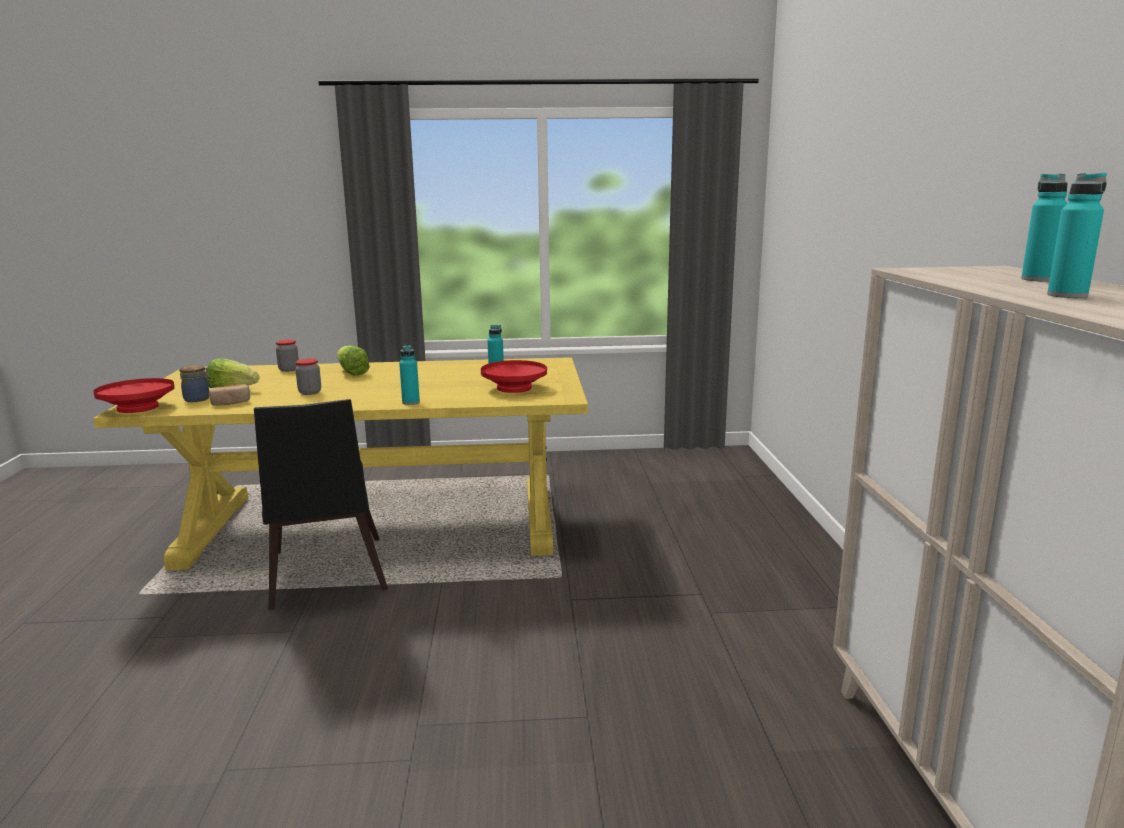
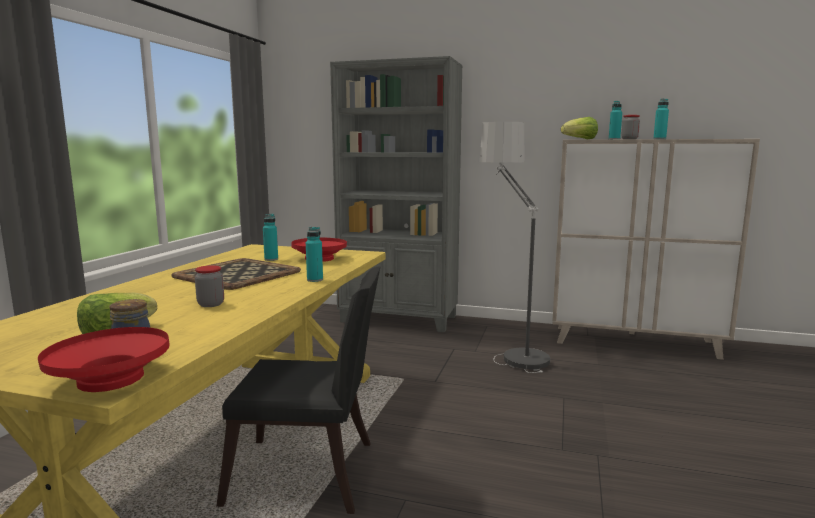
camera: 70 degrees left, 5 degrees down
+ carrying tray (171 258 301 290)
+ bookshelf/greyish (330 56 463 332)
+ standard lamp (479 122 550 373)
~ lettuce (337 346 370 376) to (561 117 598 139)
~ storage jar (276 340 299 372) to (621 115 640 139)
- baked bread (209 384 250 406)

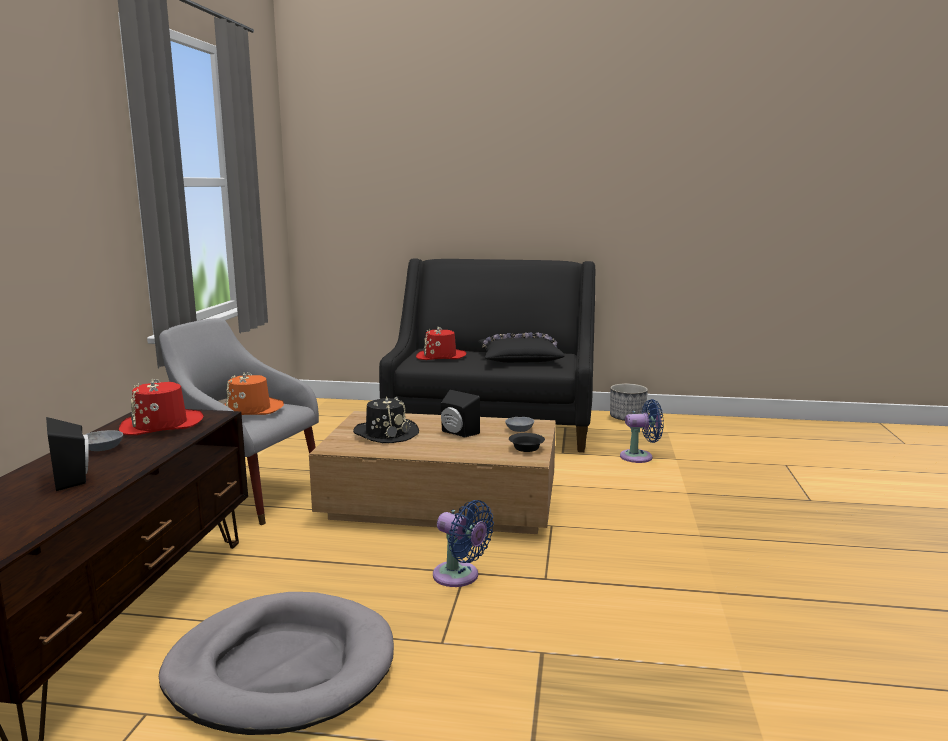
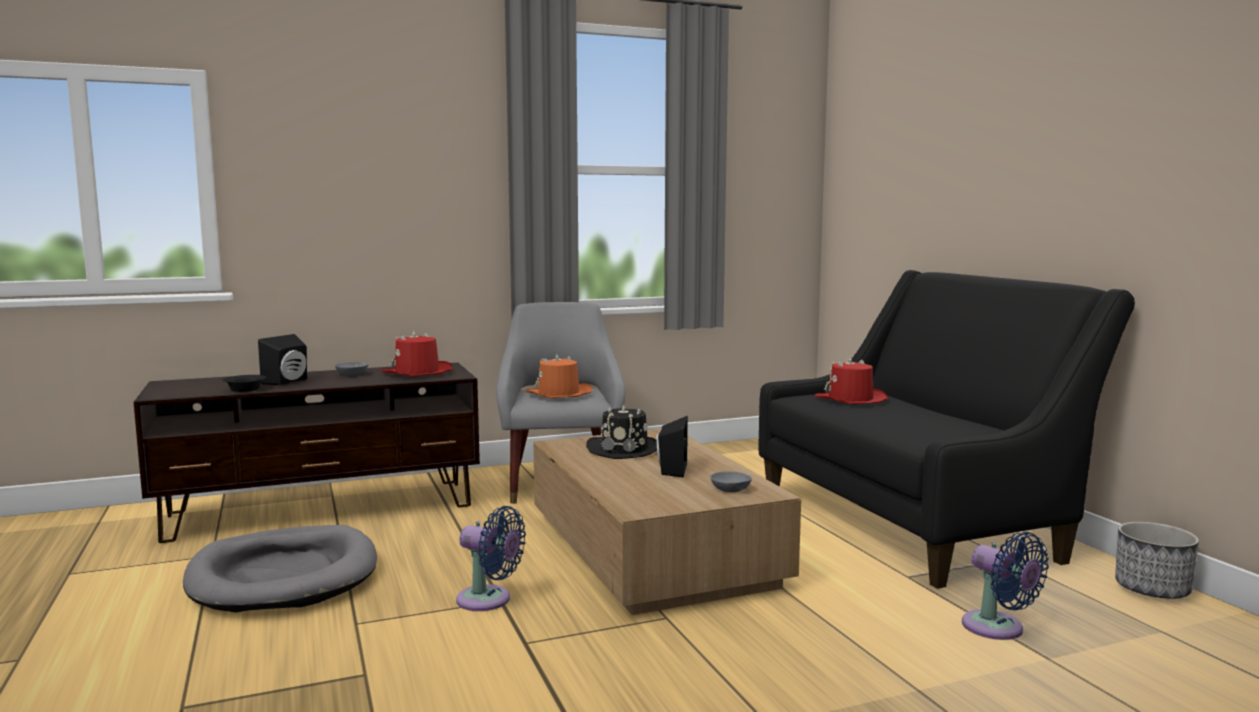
camera: 60 degrees right, 5 degrees down
~ bowl/blackish (509 433 545 452) to (222 375 266 392)
~ cooling fan/blue-coloured (433 500 494 587) = (456 506 526 611) 75 degrees counterclockwise
- throw pillow/blackish (478 333 565 363)

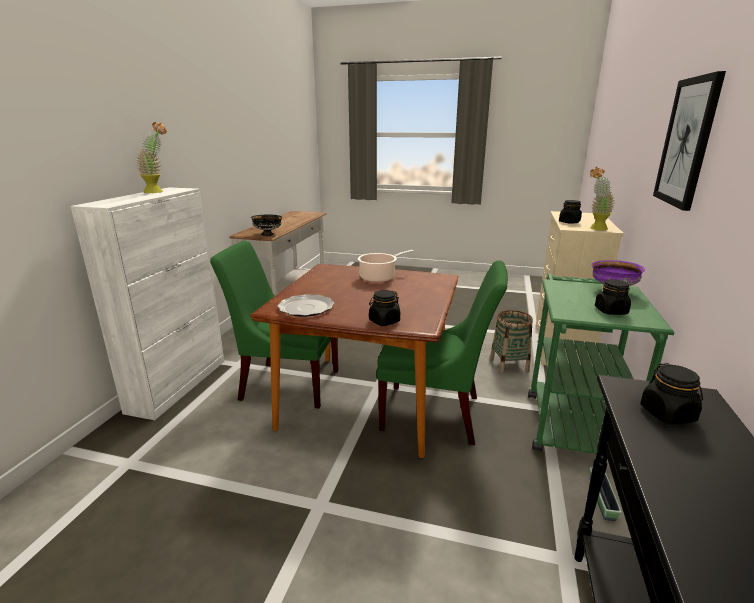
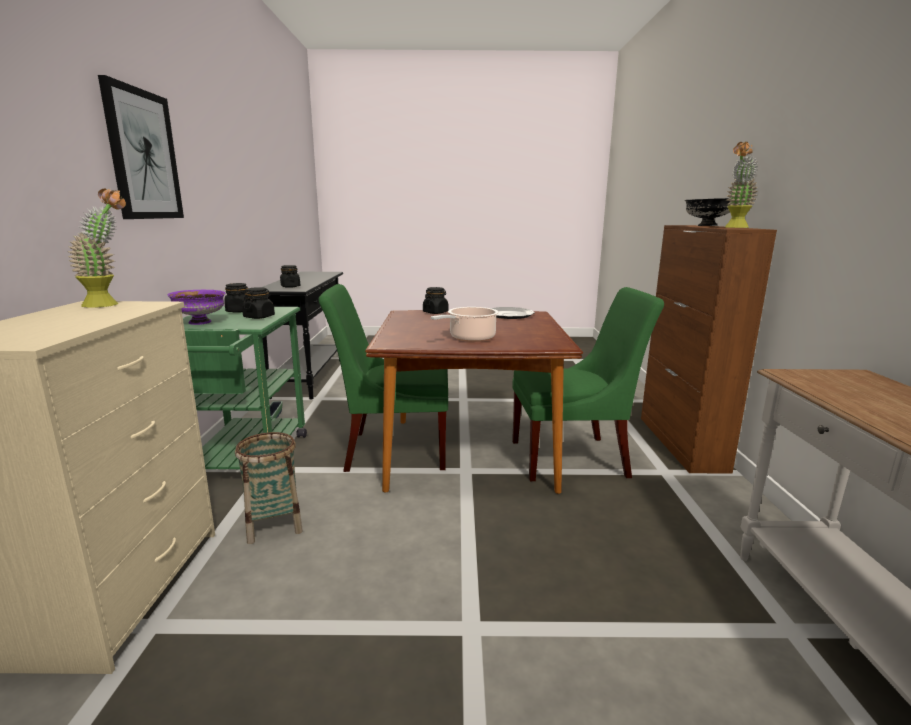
camera: 165 degrees right, 5 degrees down
~ storage jar/blackish (559 200 582 224) to (242 287 275 319)
~ storage cabinet/white (70 187 225 420) to storage cabinet/brownish (641 225 777 474)
~ bowl/blackish (251 214 282 236) to (685 198 730 226)

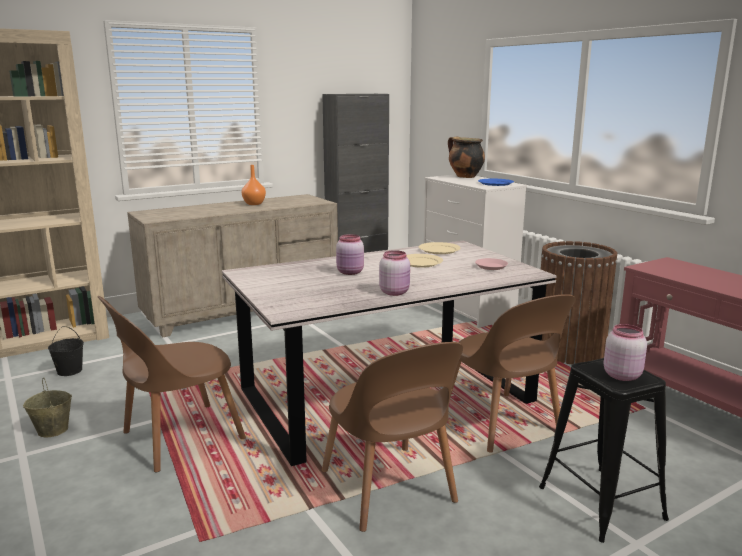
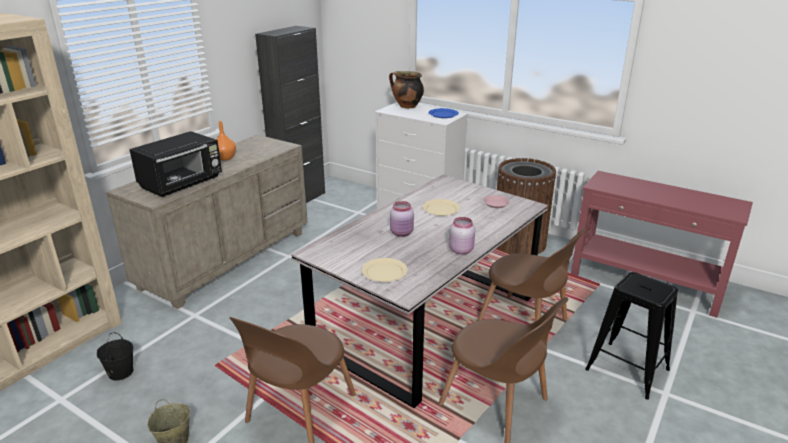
camera: 25 degrees left, 10 degrees up
+ microwave/blackish (129 131 222 197)
~ dinner plate/beige (419 242 461 254) to (362 258 408 282)
- storage jar/pink-coloured (604 324 647 381)

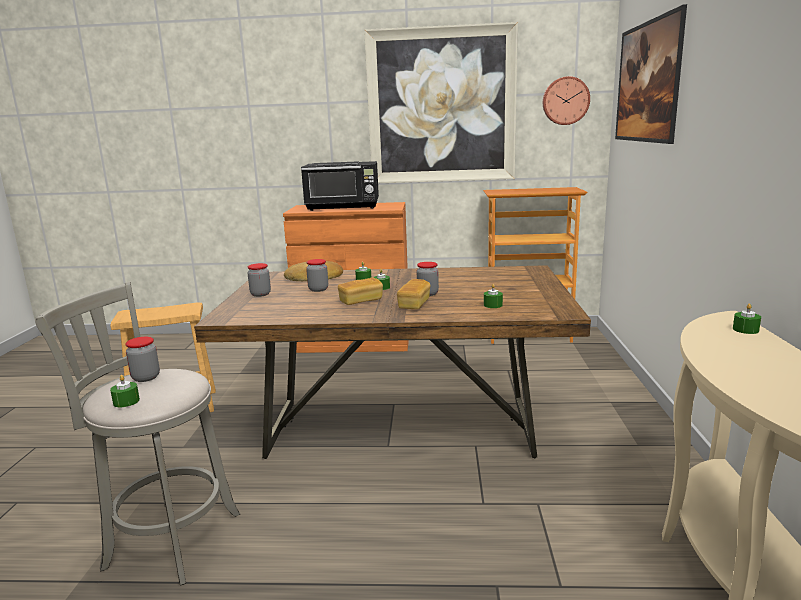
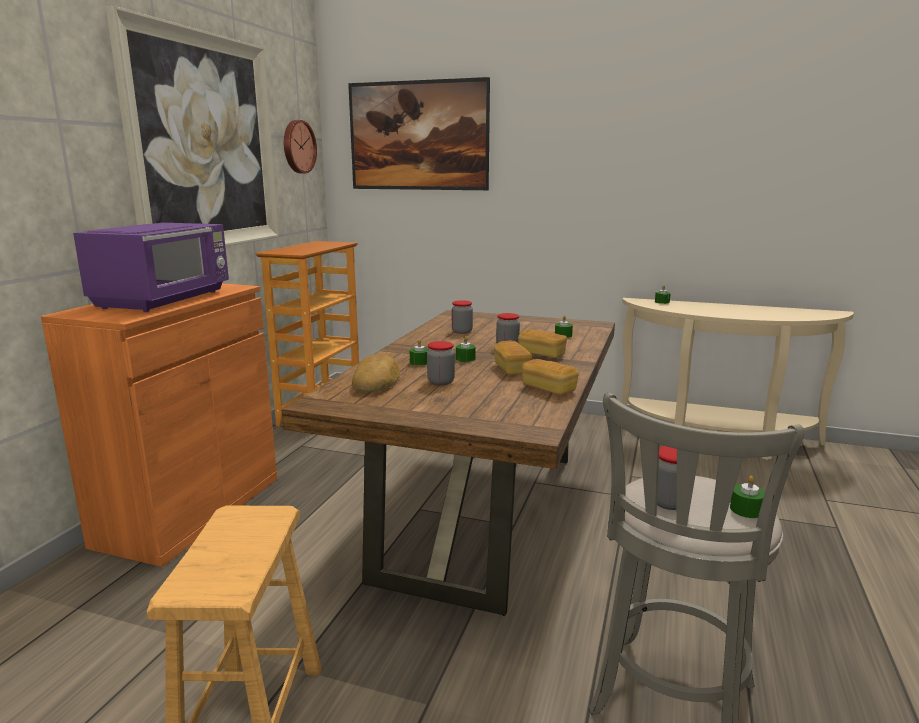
camera: 75 degrees left, 0 degrees up
~ microwave/blackish (301 161 379 211) to microwave/purple-coloured (73 223 229 312)
~ storage jar (247 263 271 297) to (452 300 473 334)
+ baked bread (522 359 579 395)

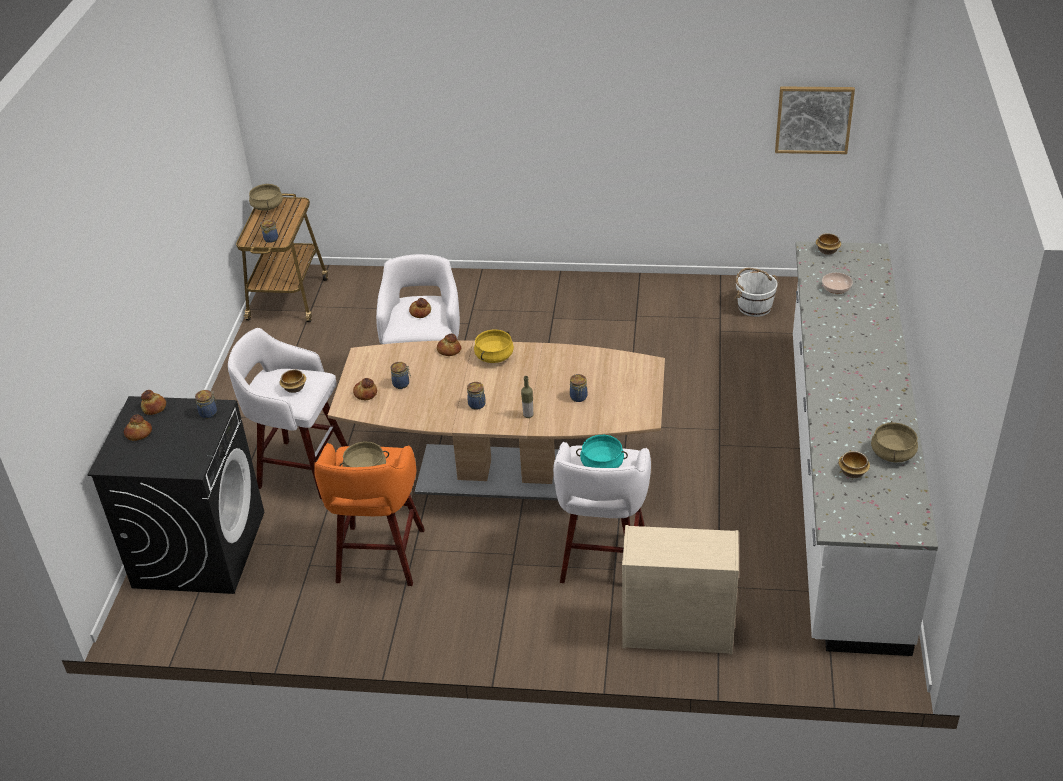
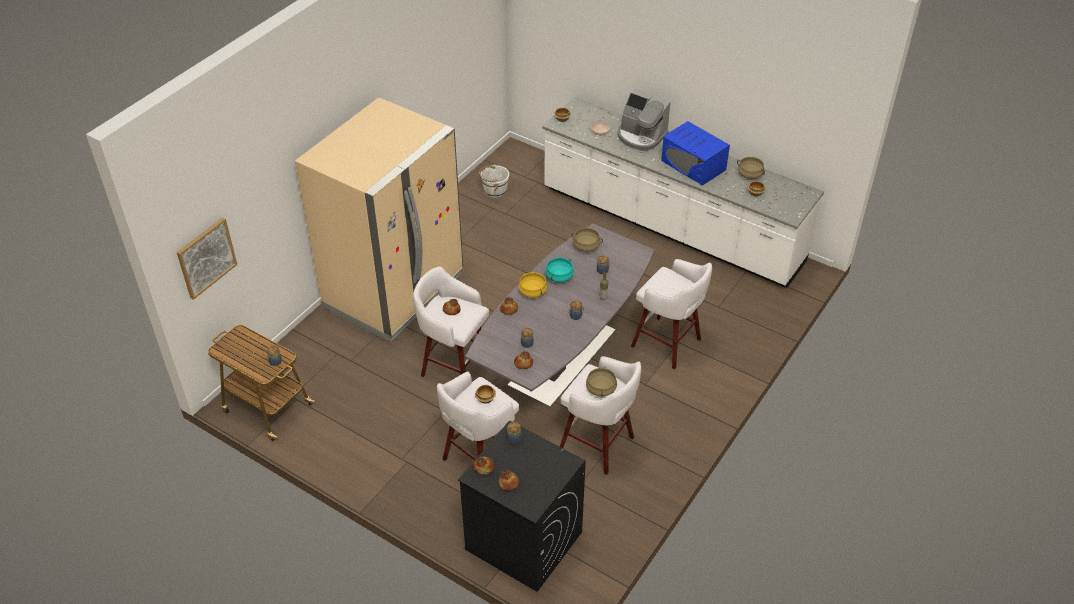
camera: 65 degrees left, 5 degrees up
~ wall picture (775 86 855 154) to (177 218 237 300)
+ fridge/beige (295 97 463 341)
~ dinner table/brownish (328 340 665 501) to dinner table/greyish (465 224 654 408)
~ saucepot/turquoise-coloured (576 435 628 468) to (545 257 574 283)
~ stool seat/orange-coloured (314 443 425 586) to stool seat/white (560 356 641 475)
~ saucepot/beige (249 184 283 211) to (571 228 603 252)
+ coffee maker (618 89 670 151)
+ microwave/blue-coloured (661 121 730 186)
- drawer chest/beige (622 525 739 654)

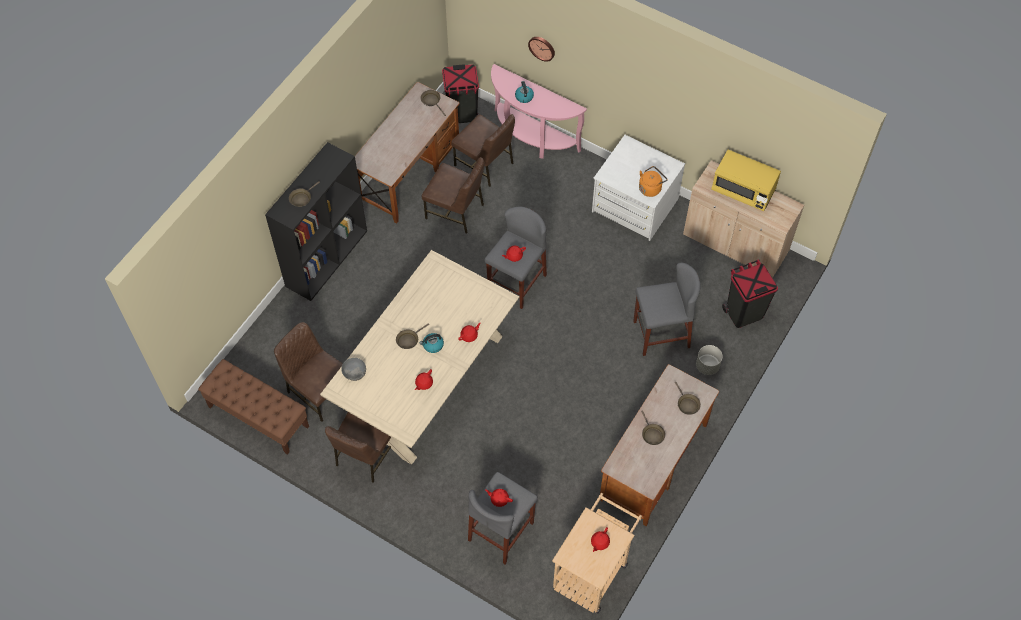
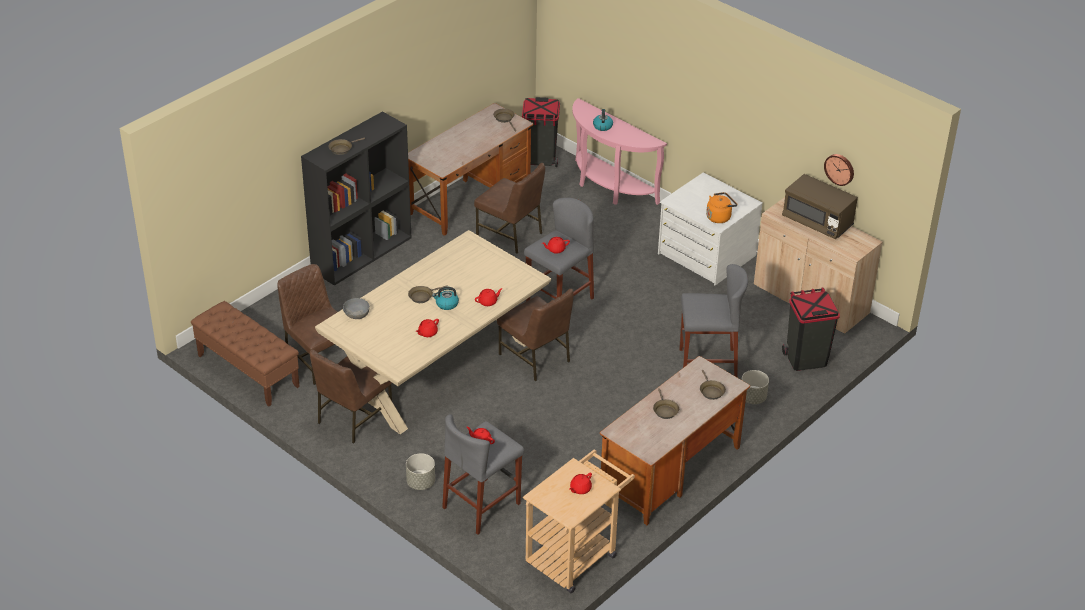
camera: 10 degrees right, 20 degrees down
+ plant pot/greyish (406 453 435 490)
~ chair/brownish (451 114 515 187) to (497 289 574 381)
~ microwave/yellowish (711 150 781 211) to microwave/brownish (782 174 858 239)
~ clock on the wall (528 37 555 62) to (824 154 854 186)

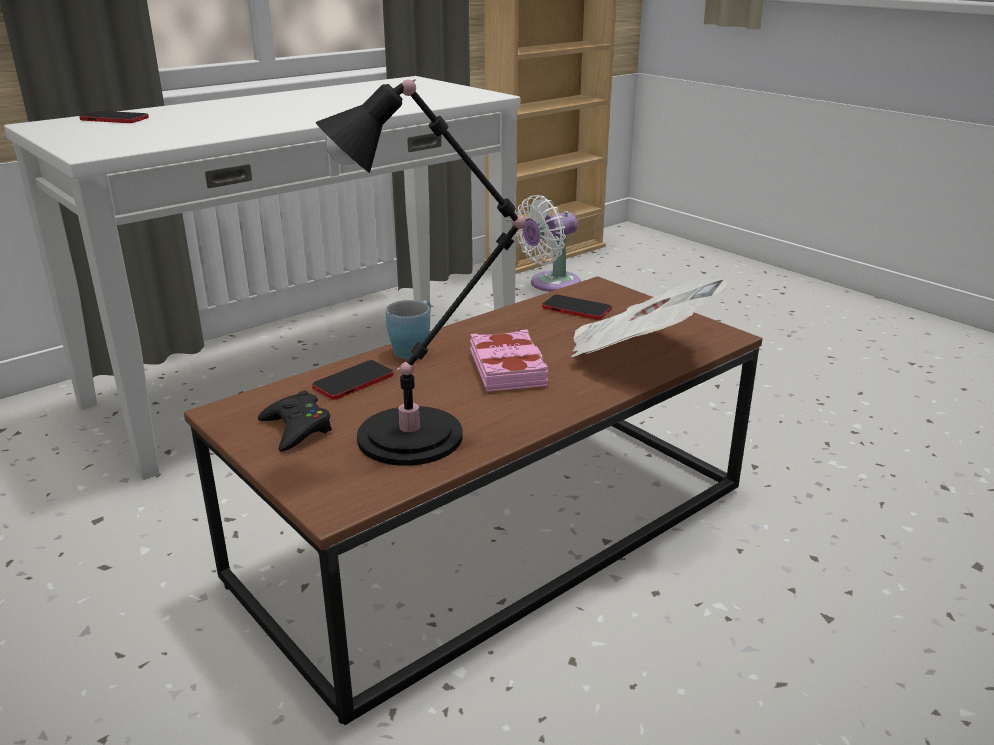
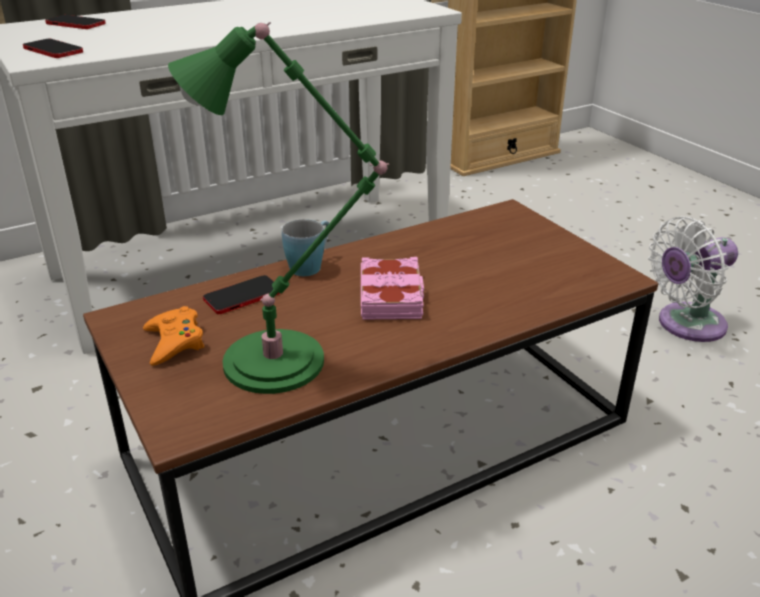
camera: 10 degrees right, 5 degrees up
~ telephone (542 294 612 320) to (23 39 83 58)
~ gamepad/blackish (258 391 332 452) to gamepad/orange-coloured (143 306 204 366)
~ lamp for a table/blackish (315 79 526 466) to lamp for a table/green (168 22 389 394)
~ cooling fan/white (516 195 581 292) to (648 216 738 342)
- daily paper (571 275 727 357)

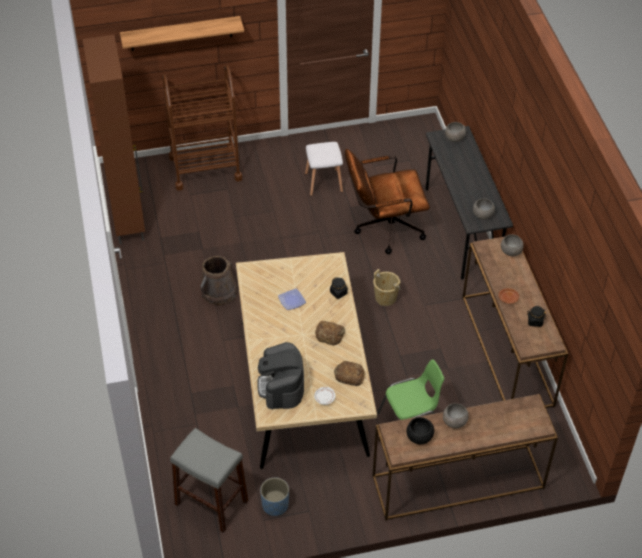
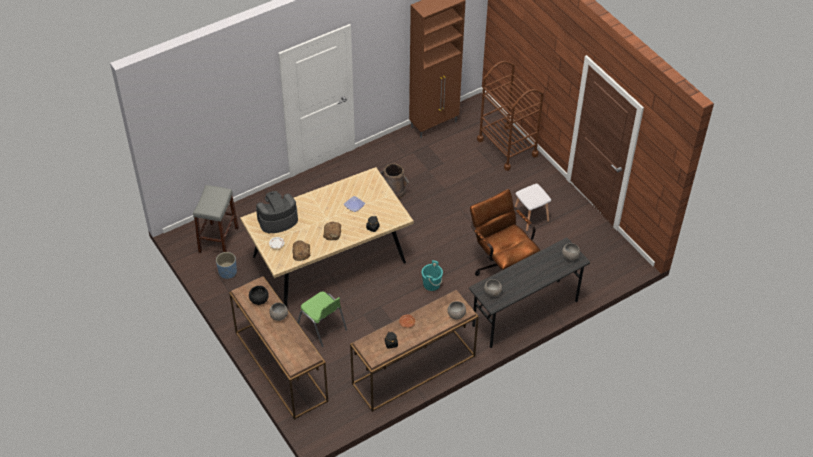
camera: 70 degrees right, 0 degrees up
~ water bucket/beige (373 269 401 306) to water bucket/turquoise-coloured (422 260 443 291)
- shelf (120 16 244 51)

